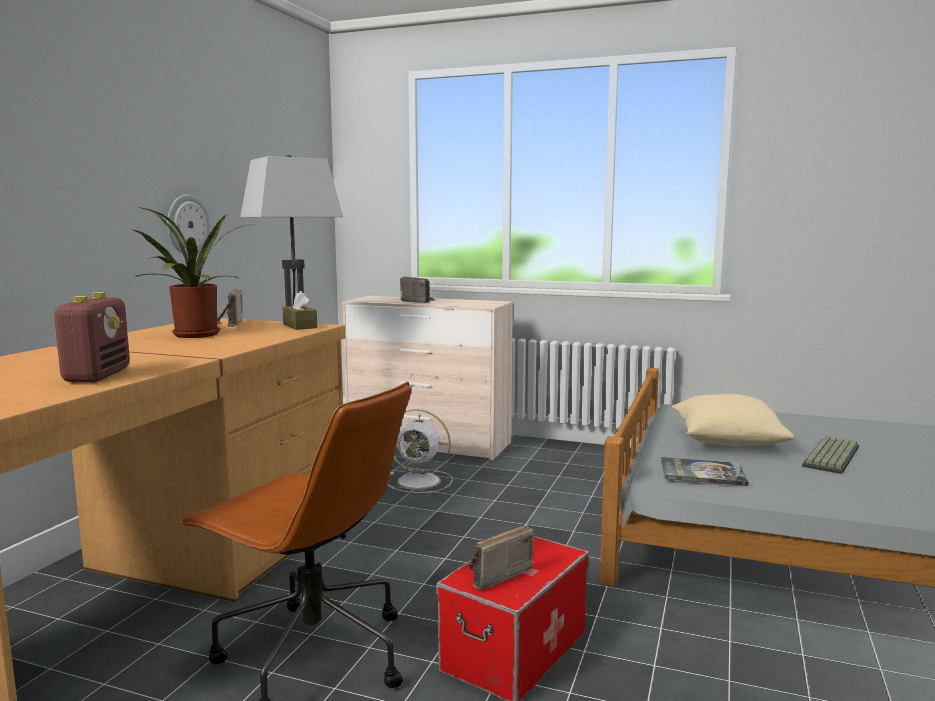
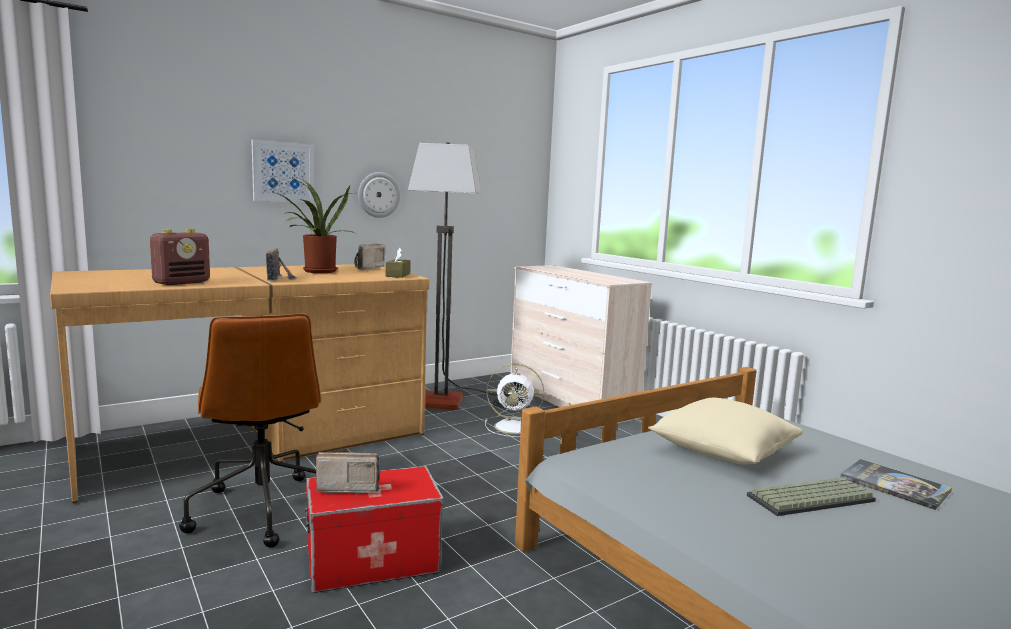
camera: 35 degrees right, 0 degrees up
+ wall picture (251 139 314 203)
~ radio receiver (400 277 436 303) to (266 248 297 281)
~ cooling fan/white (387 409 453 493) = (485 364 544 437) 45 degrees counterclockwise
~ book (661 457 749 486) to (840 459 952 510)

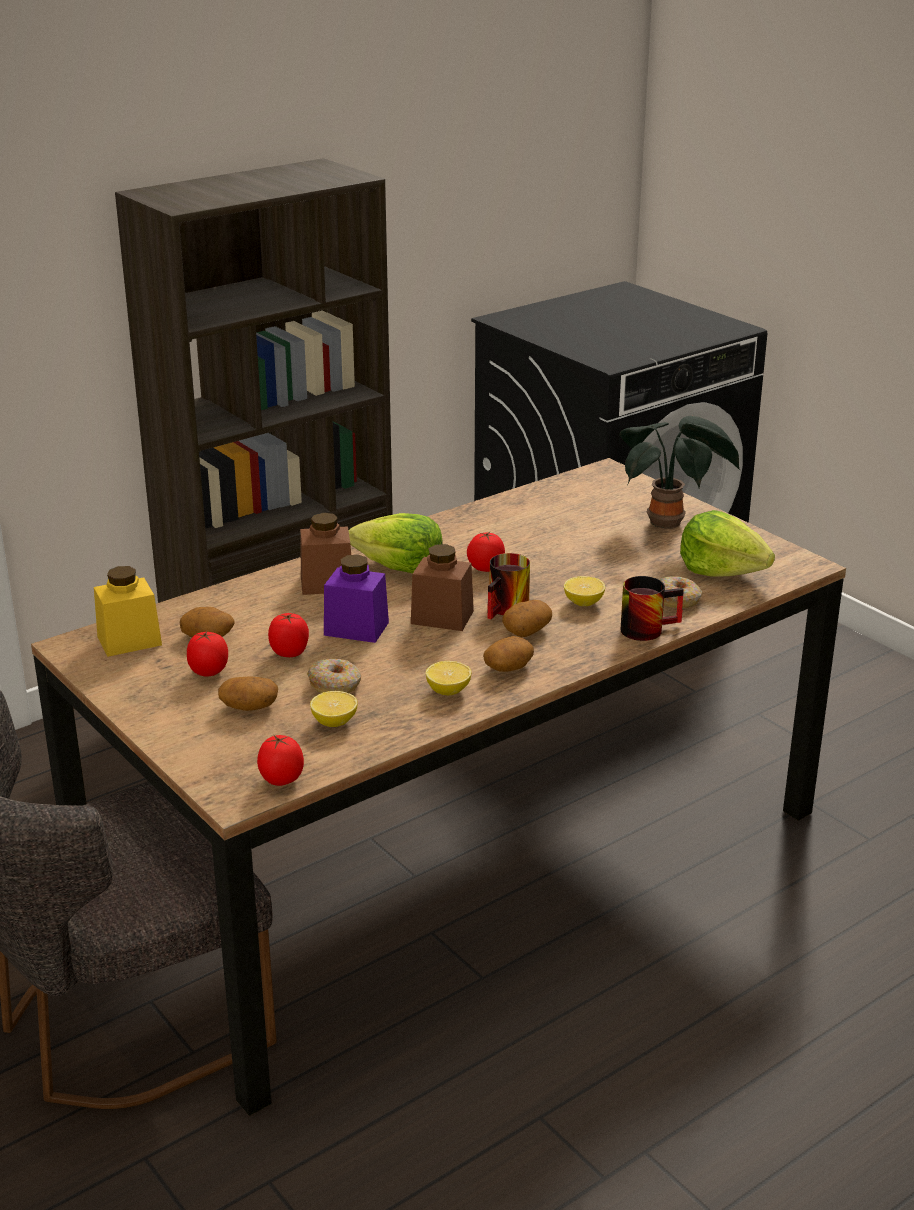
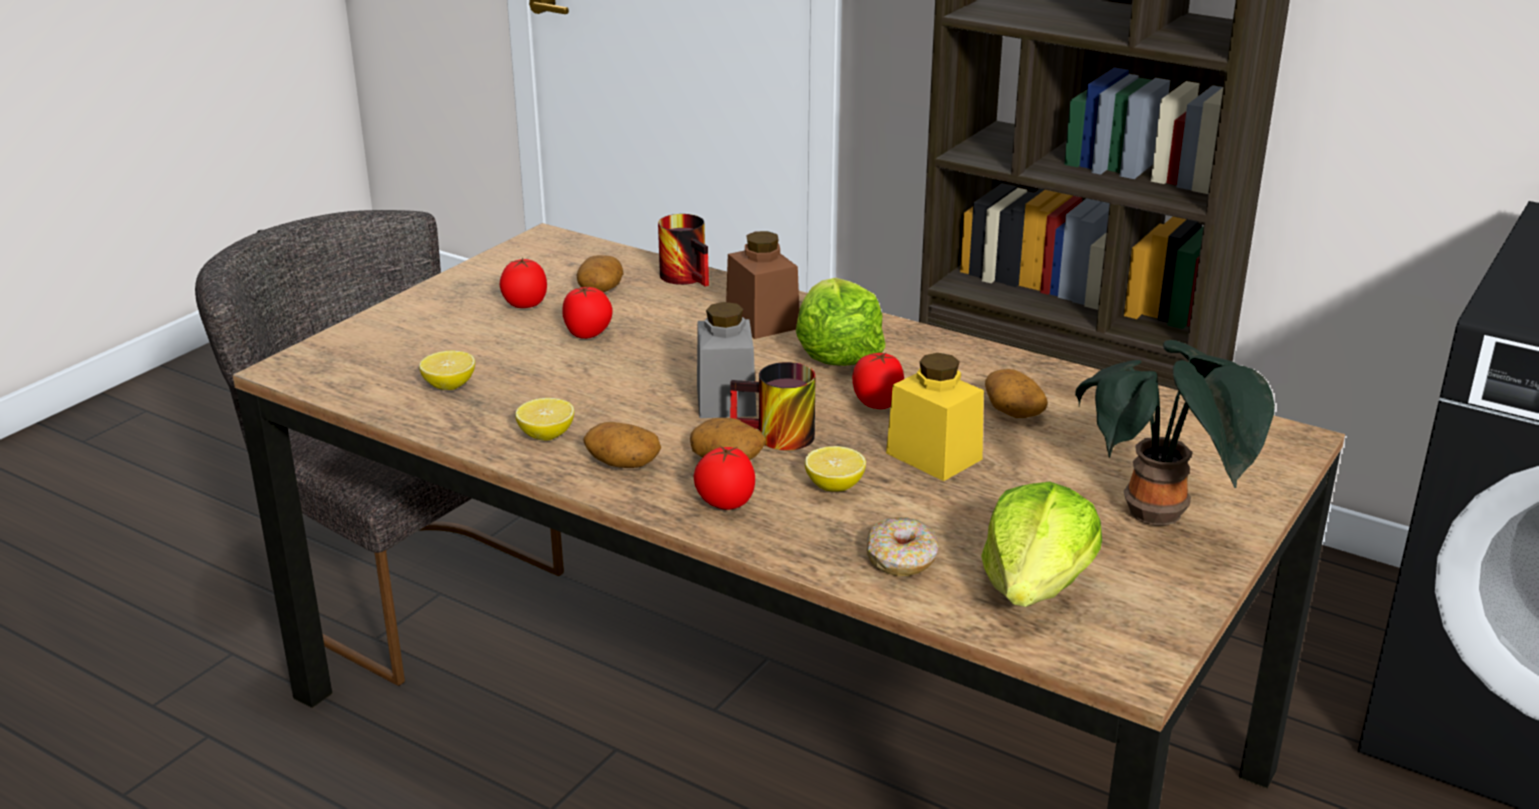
camera: 70 degrees right, 0 degrees up
~ tea mug (620 576 684 641) to (658 214 709 286)
~ fresh tomato (257 734 304 786) to (693 446 755 510)
~ storage jar/brownish (411 544 474 631) to storage jar/greyish (697 302 757 418)
~ storage jar/yellowish (94 566 162 657) to (886 353 984 481)
~ whole potato (218 676 278 711) to (985 369 1048 418)
- ring doughnut (307 659 361 693)
- storage jar/purple-coloured (324 555 389 643)

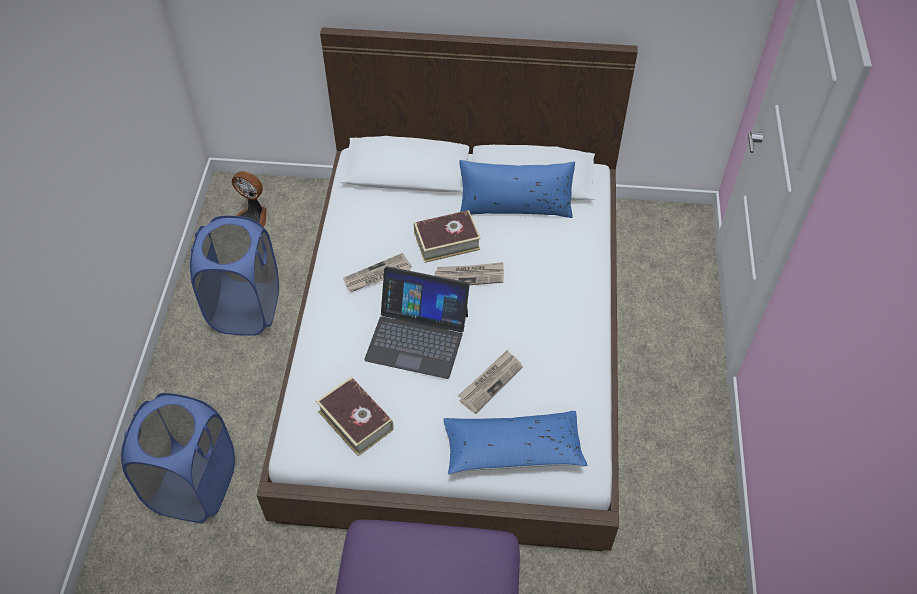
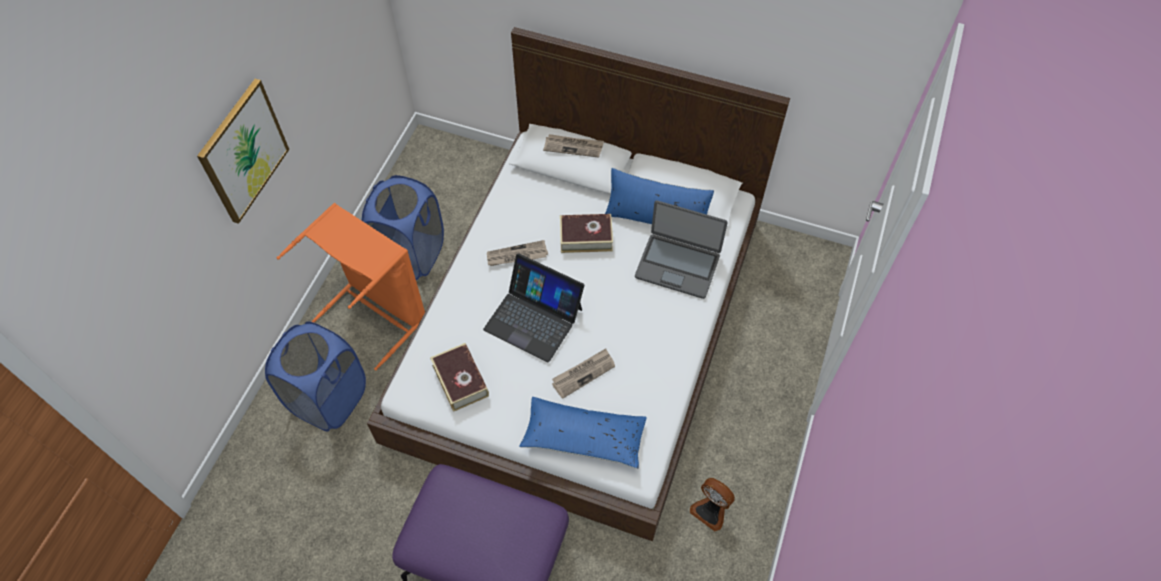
camera: 15 degrees right, 5 degrees up
+ wall picture (197 79 289 224)
+ hamper/orange-coloured (277 203 425 371)
~ daily paper (435 262 504 285) to (543 134 604 158)
+ portable computer (635 200 728 299)
~ cooling fan (232 171 267 227) to (690 478 735 531)

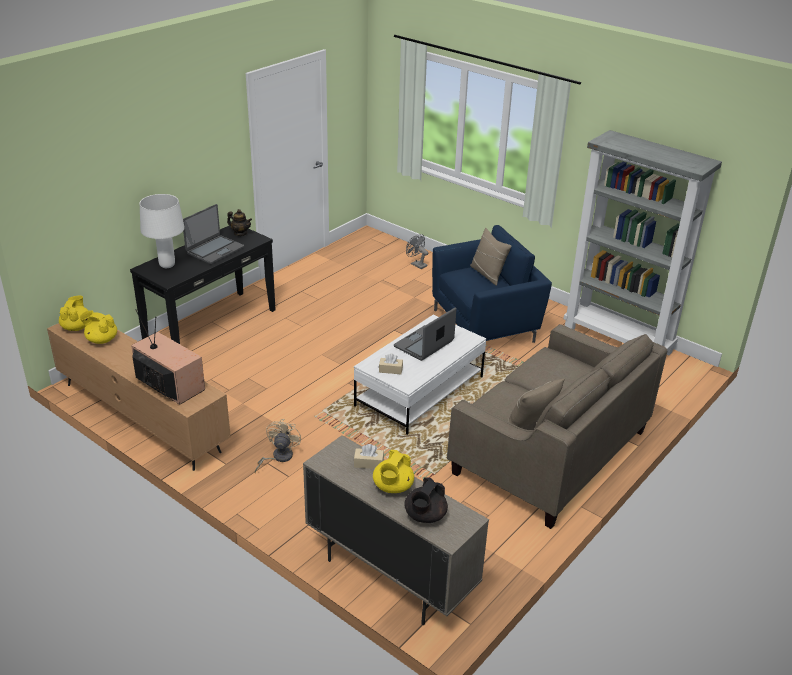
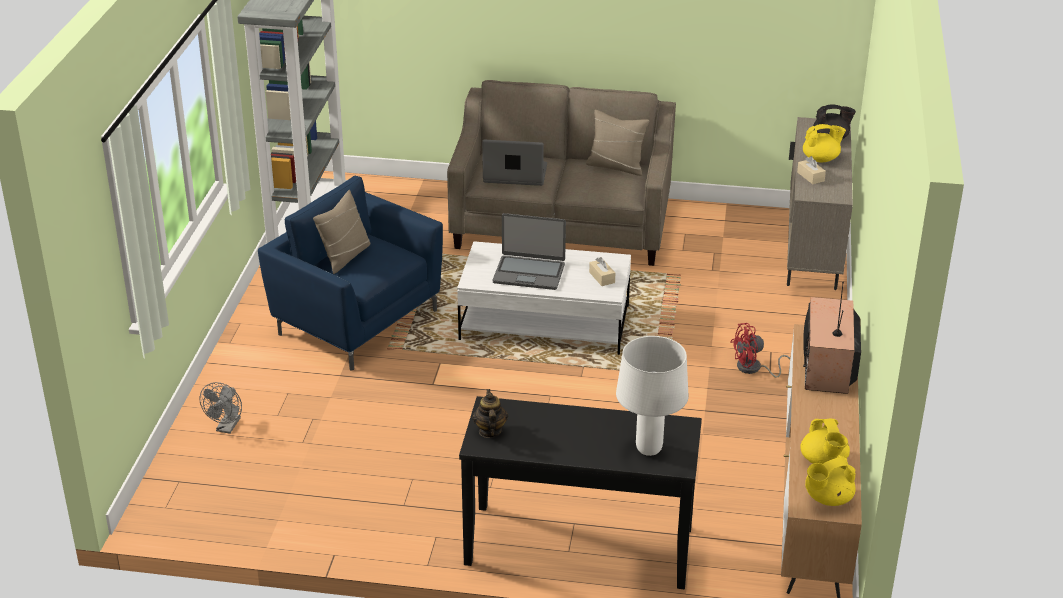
camera: 120 degrees left, 0 degrees up
~ portable computer (183 204 244 264) to (482 140 547 186)
~ cooling fan/beige (255 419 301 472) to cooling fan/red (730 323 790 378)

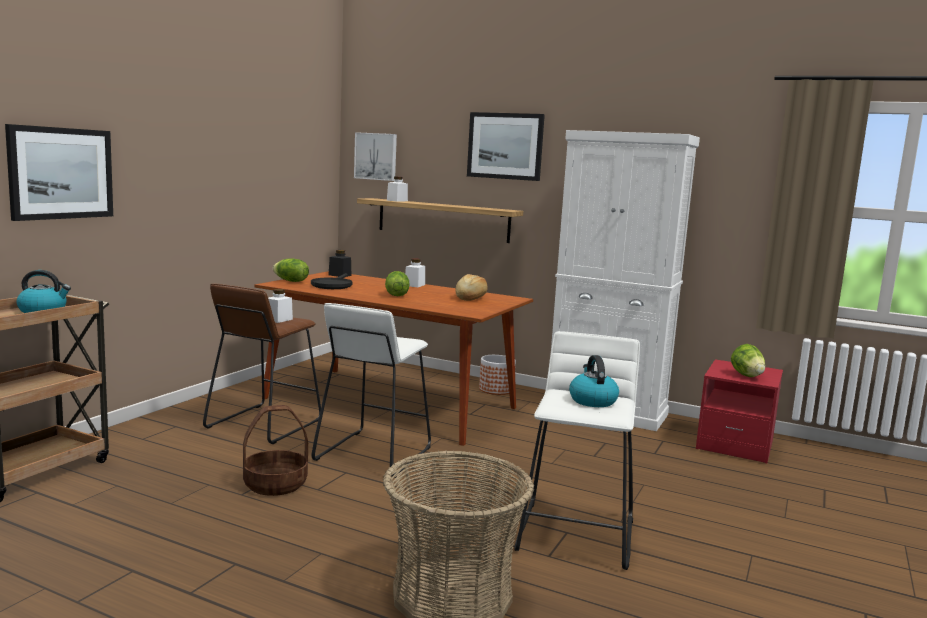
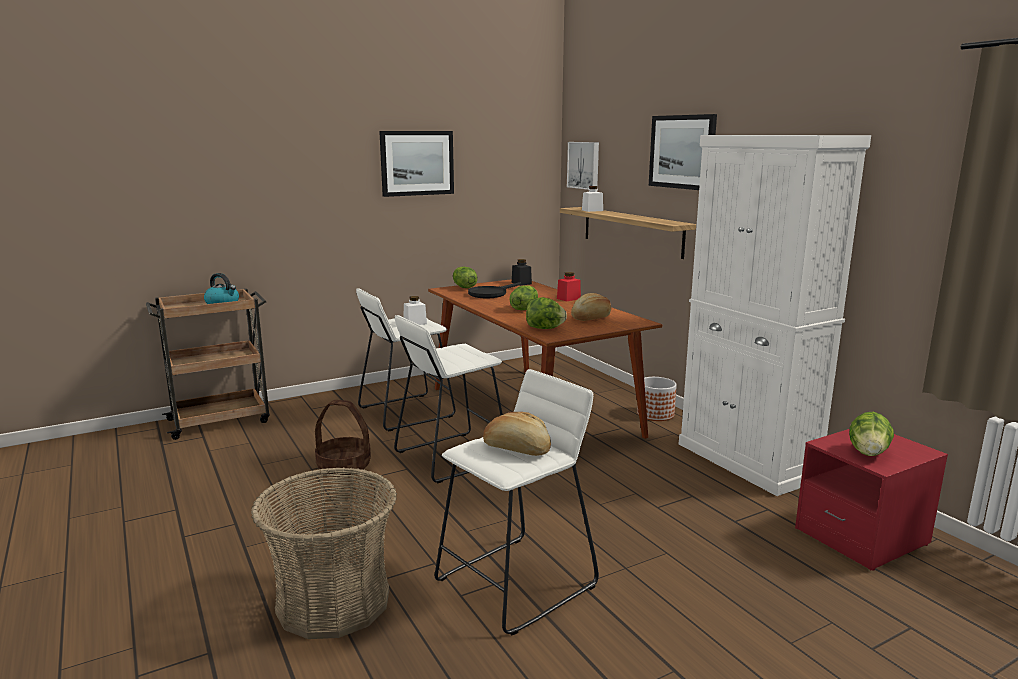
camera: 35 degrees right, 5 degrees up
~ stool seat/brownish (203 283 321 444) to stool seat/white (356 288 456 431)
~ wall picture (5 124 113 221) to (379 131 454 197)
~ tea kettle (569 355 619 407) to baked bread (483 412 551 456)
+ lettuce (526 297 567 329)
~ storage jar/white (405 258 425 287) to storage jar/red (557 272 581 302)

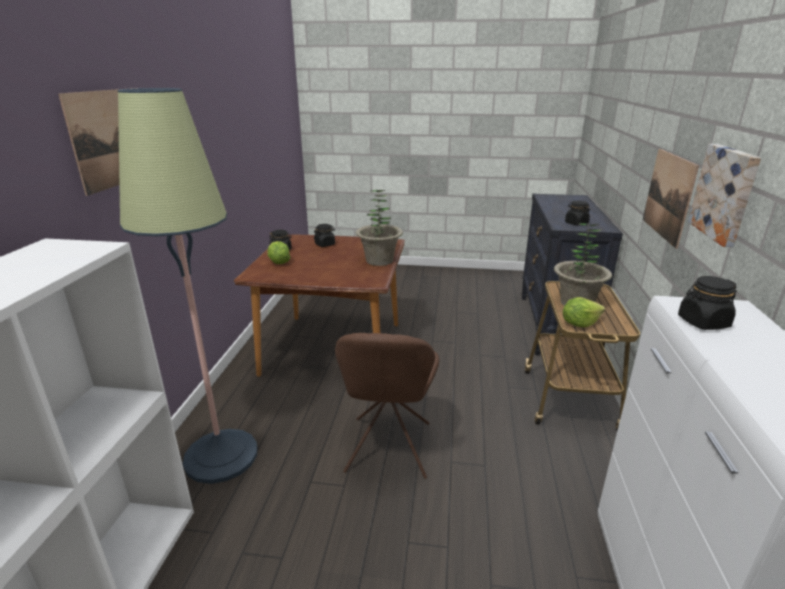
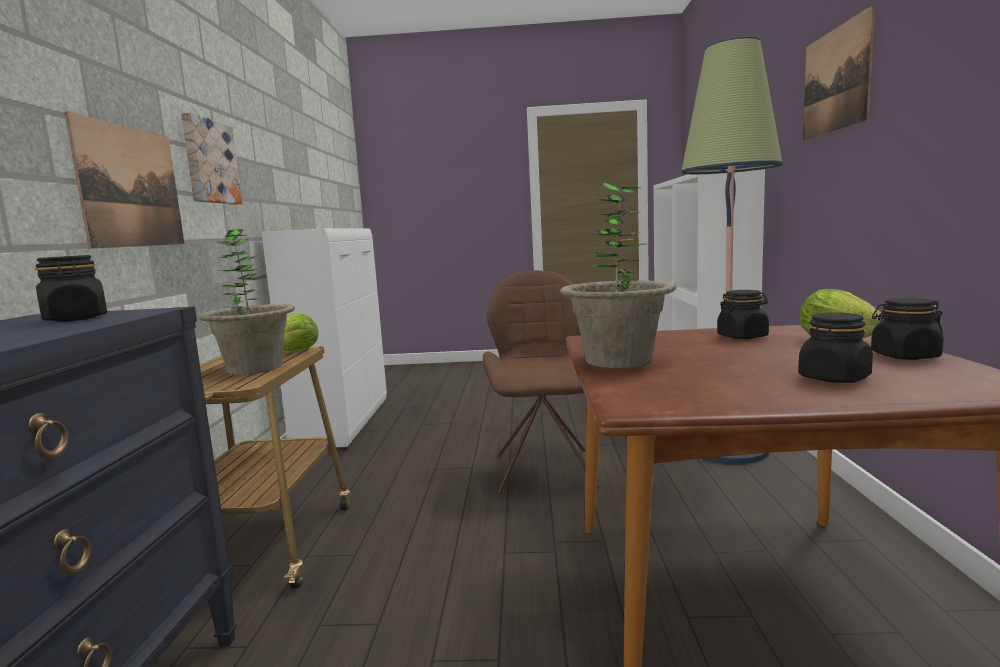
camera: 175 degrees right, 15 degrees down
~ storage jar/blackish (678 276 736 330) to (717 290 769 339)

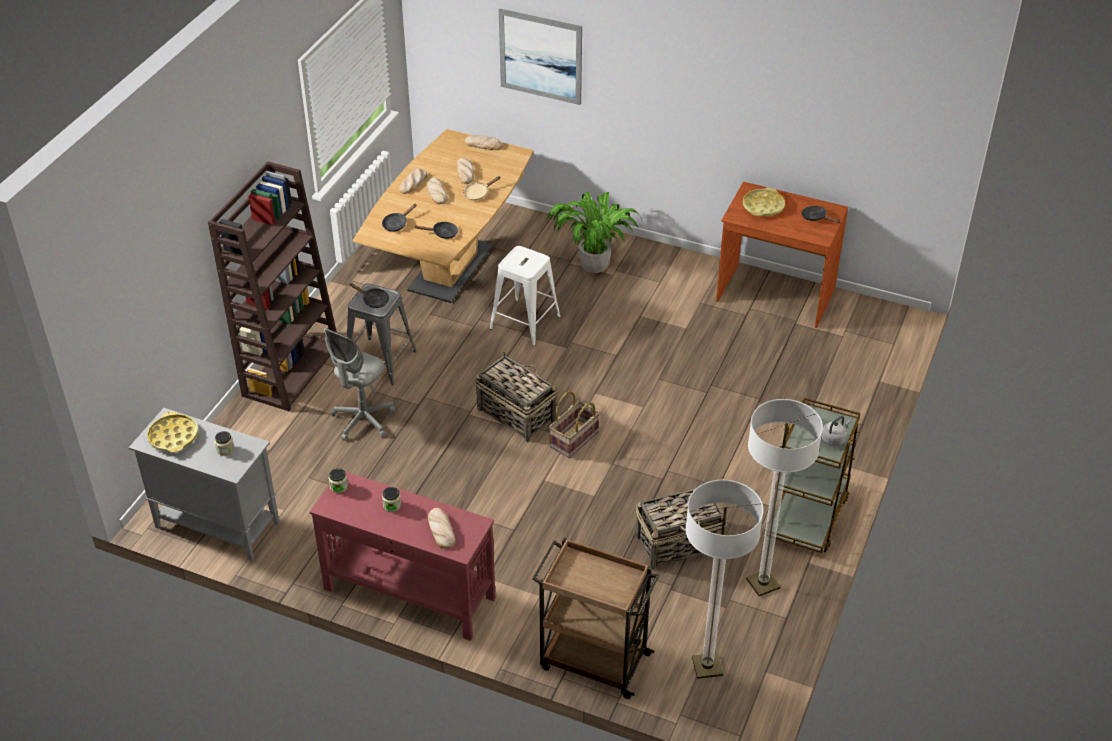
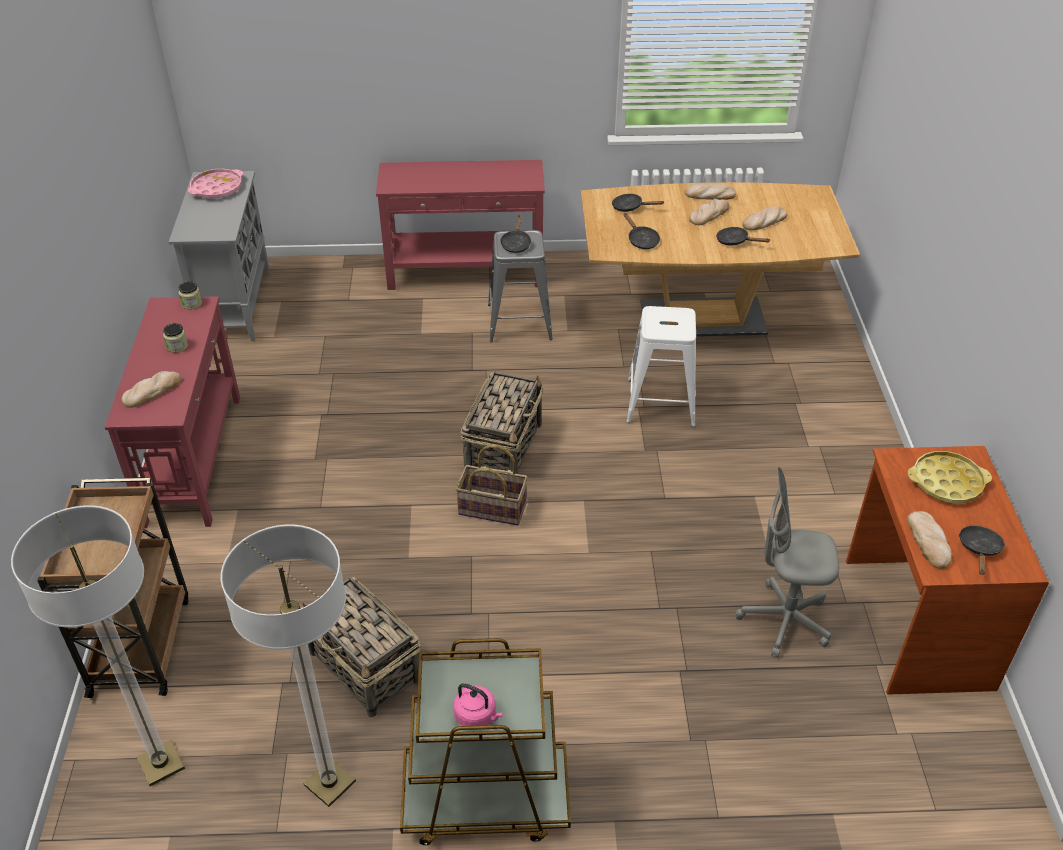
camera: 65 degrees right, 0 degrees up
~ carrying tray/yellowish (147 411 198 453) to carrying tray/pink-coloured (188 169 243 198)
~ bookshelf/brownish (208 161 337 411) to console table/red (376 160 545 290)
~ tea kettle/greyish (821 416 851 446) to tea kettle/pink-coloured (454 683 503 730)
~ frying pan/beige (463 176 500 200) to frying pan/blackish (716 227 771 246)
~ desk chair/greyish (324 328 395 441) to (736 467 839 657)
~ baked bread (465 135 503 150) to (907 511 952 569)
- storage jar (215 431 234 456)
- wall picture (499 9 582 105)
- houseplant (547 192 642 273)

